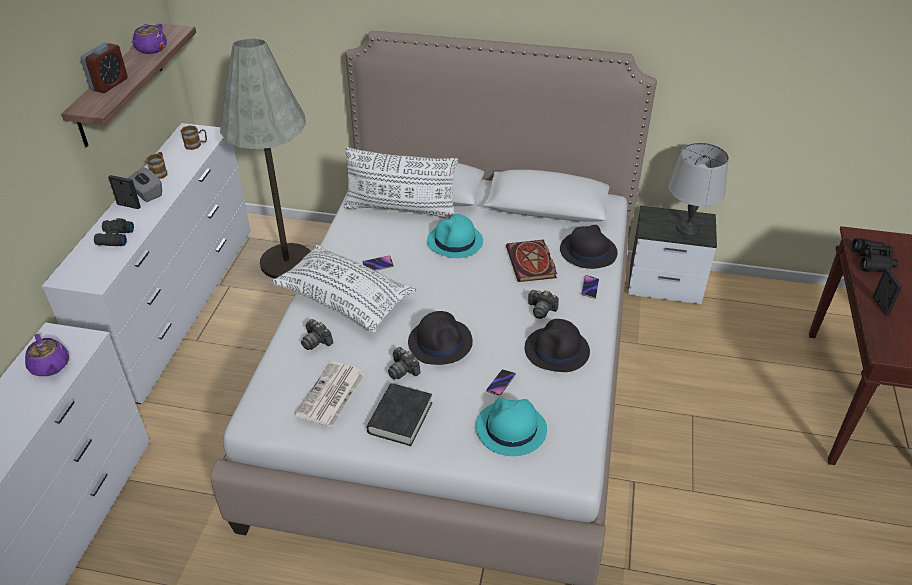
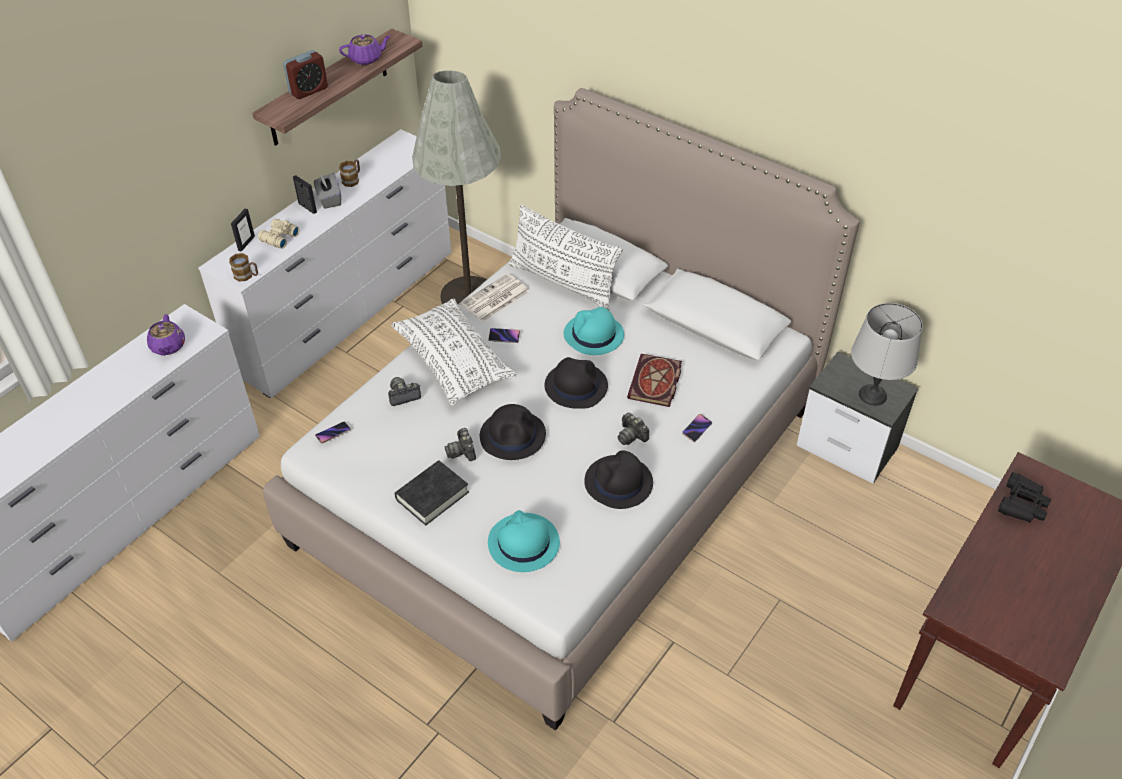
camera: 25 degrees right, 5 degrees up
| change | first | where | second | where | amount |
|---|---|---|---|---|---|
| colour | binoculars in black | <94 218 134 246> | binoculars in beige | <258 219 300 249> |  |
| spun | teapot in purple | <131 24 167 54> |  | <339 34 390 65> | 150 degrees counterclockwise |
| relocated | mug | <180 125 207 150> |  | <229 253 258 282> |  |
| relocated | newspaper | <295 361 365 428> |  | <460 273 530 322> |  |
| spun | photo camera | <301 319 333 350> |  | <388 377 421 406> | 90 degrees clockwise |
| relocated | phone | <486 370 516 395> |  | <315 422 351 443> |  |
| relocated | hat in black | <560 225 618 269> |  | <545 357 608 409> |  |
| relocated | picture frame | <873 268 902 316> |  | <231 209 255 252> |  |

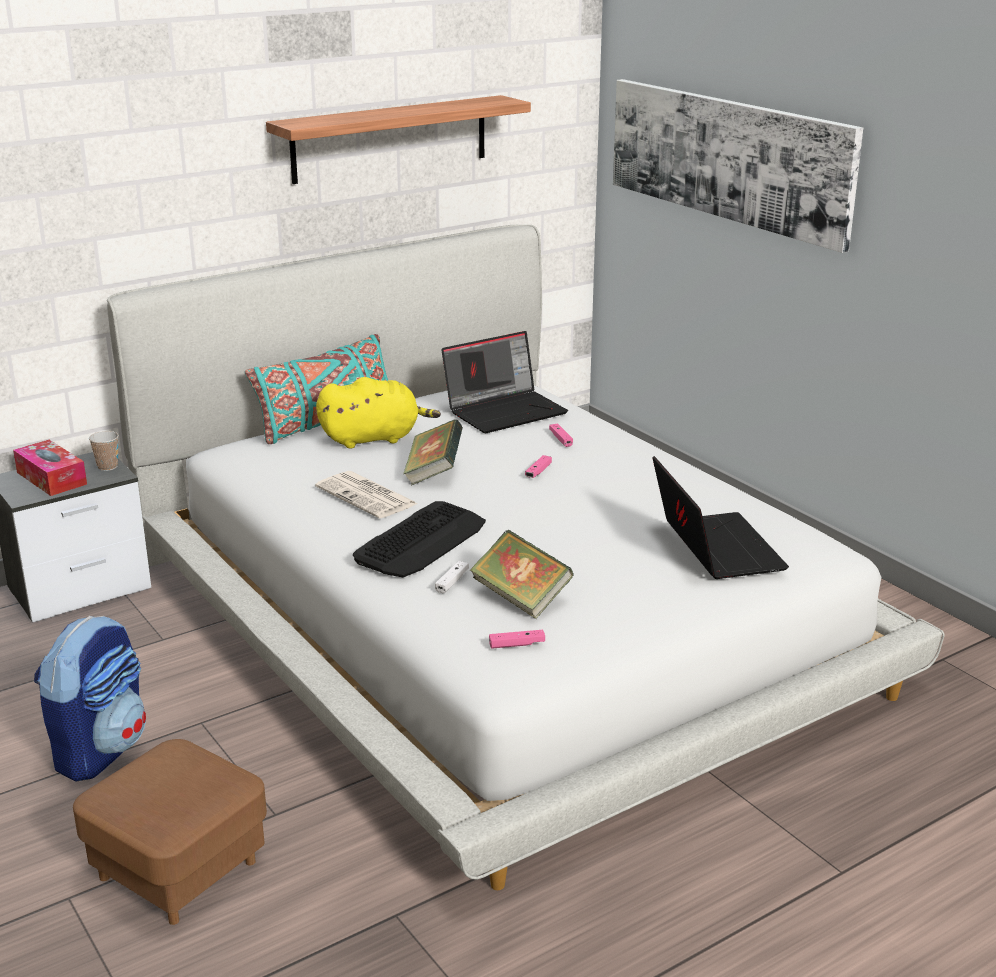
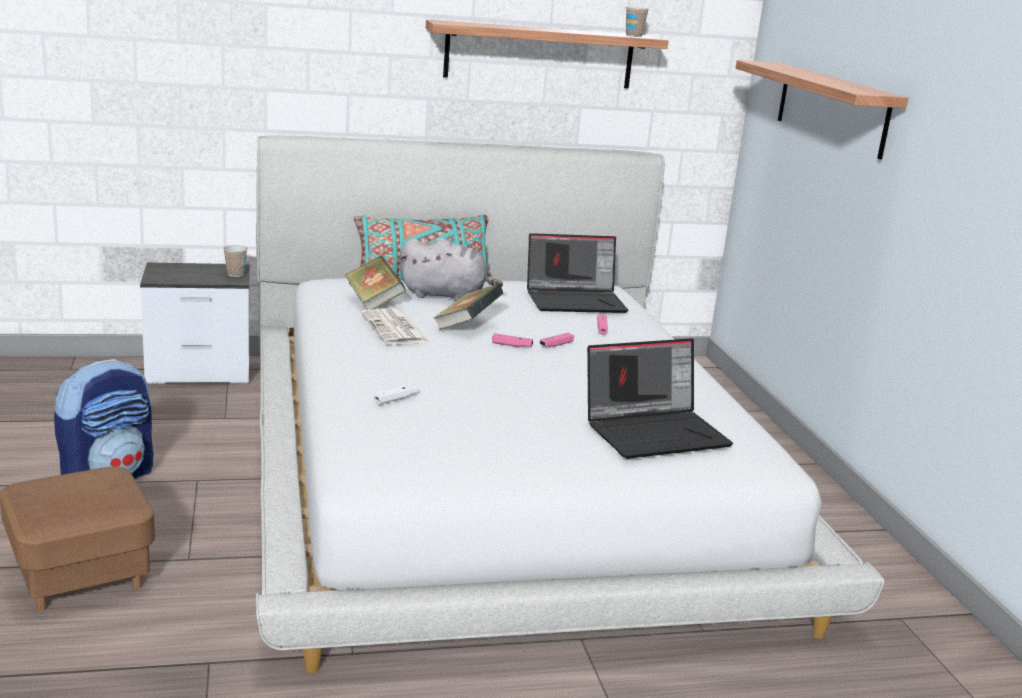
camera: 20 degrees right, 5 degrees down
| change | first | where | second | where | amount |
|---|---|---|---|---|---|
| missing | tissue box | <13 440 87 496> |  |  |  |
| colour | plush toy in yellow | <316 377 441 448> | plush toy in grey | <399 238 503 301> |  |
| missing | keyboard | <353 501 486 577> |  |  |  |
| relocated | book | <470 530 573 619> |  | <345 256 406 310> |  |
| relocated | game controller in pink | <489 630 545 649> |  | <492 333 533 347> |  |
| exchanged | picture | <613 79 863 253> | shelf | <736 60 909 160> |  |
| spun | laptop | <653 456 789 579> |  | <587 338 733 459> | 60 degrees clockwise |
| appeared |  |  | cup | <626 7 649 37> |  |

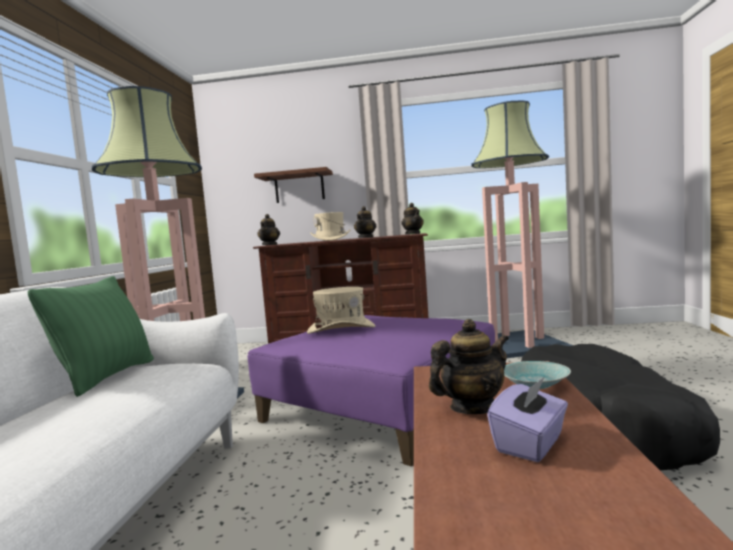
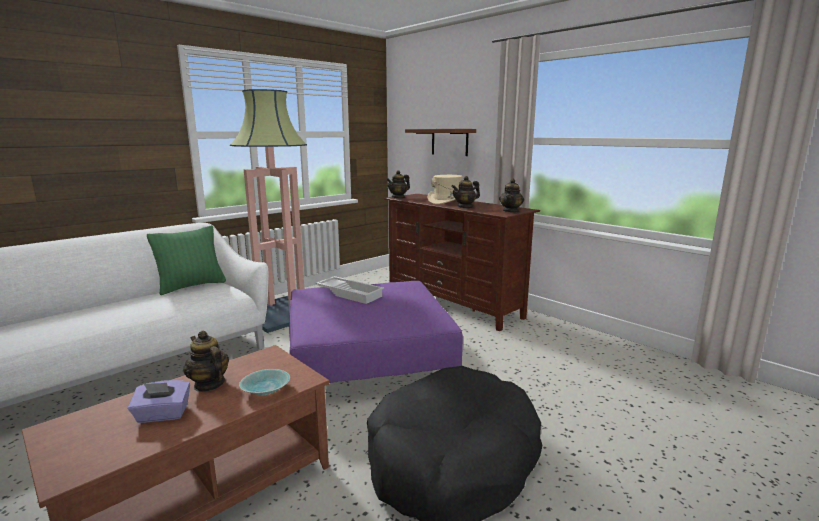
camera: 40 degrees right, 10 degrees up
| change | first | where | second | where | amount |
|---|---|---|---|---|---|
| exchanged | hat in beige | <307 287 375 334> | tray in white | <316 276 384 304> |  |
| spun | teapot | <429 319 509 414> |  | <183 331 229 392> | 150 degrees counterclockwise |
| missing | floor lamp | <471 100 573 358> |  |  |  |

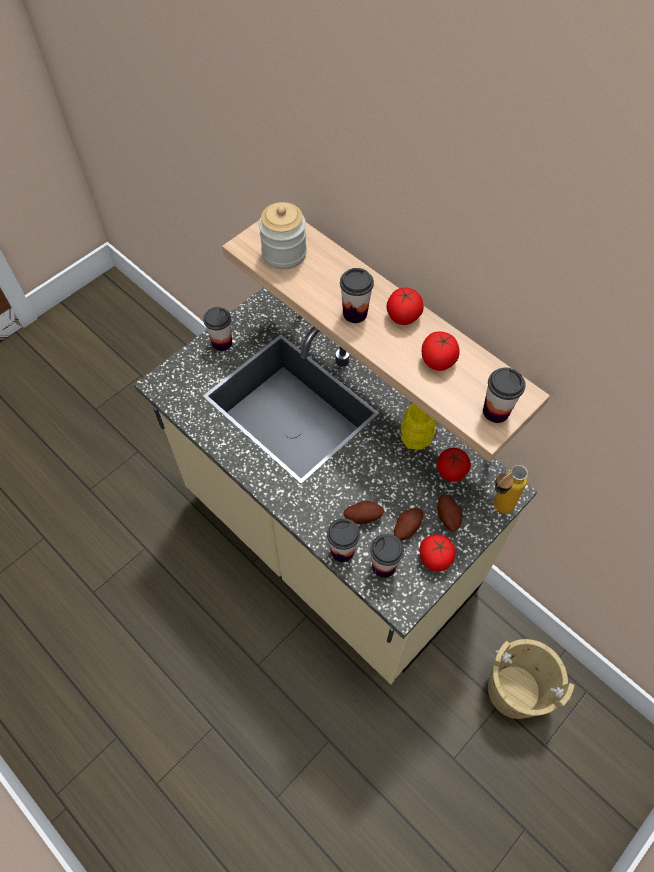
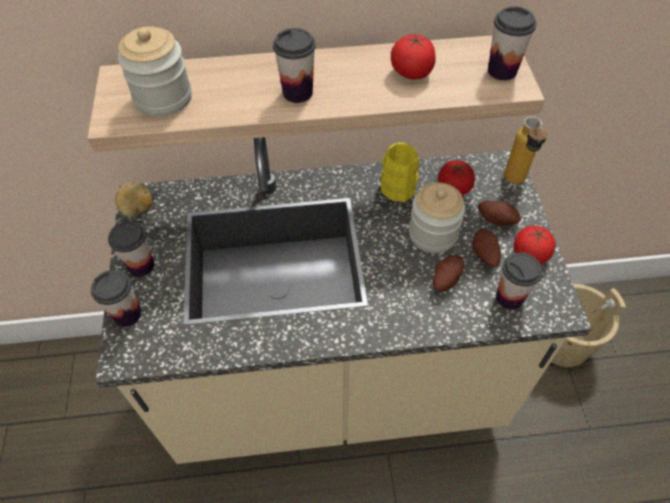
camera: 50 degrees left, 5 degrees down
| change | first | where | second | where | amount |
|---|---|---|---|---|---|
| relocated | cup | <327 518 360 562> |  | <91 270 141 327> |  |
| missing | tomato | <387 288 424 325> |  |  |  |
| appeared |  |  | potato | <115 182 153 217> |  |
| appeared |  |  | jar | <409 182 465 253> |  |

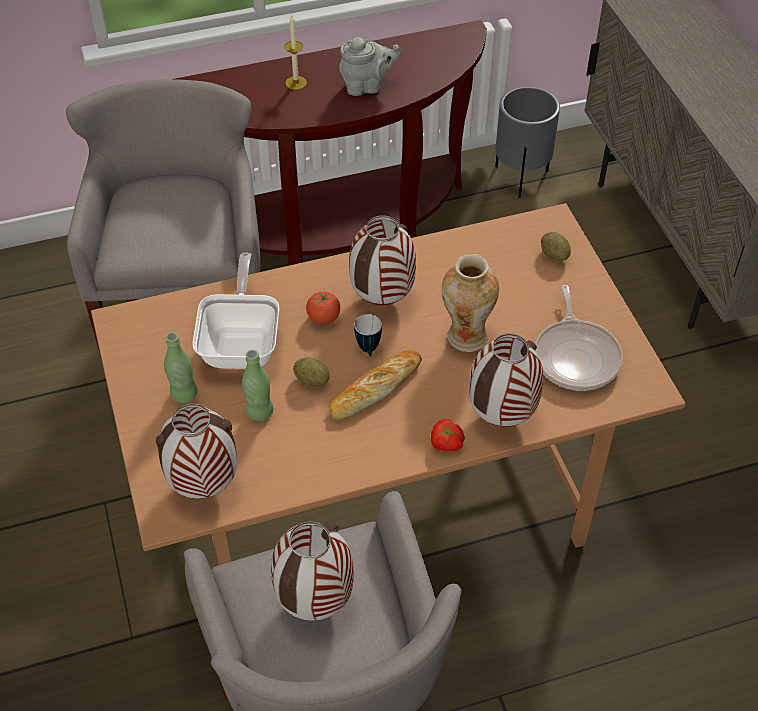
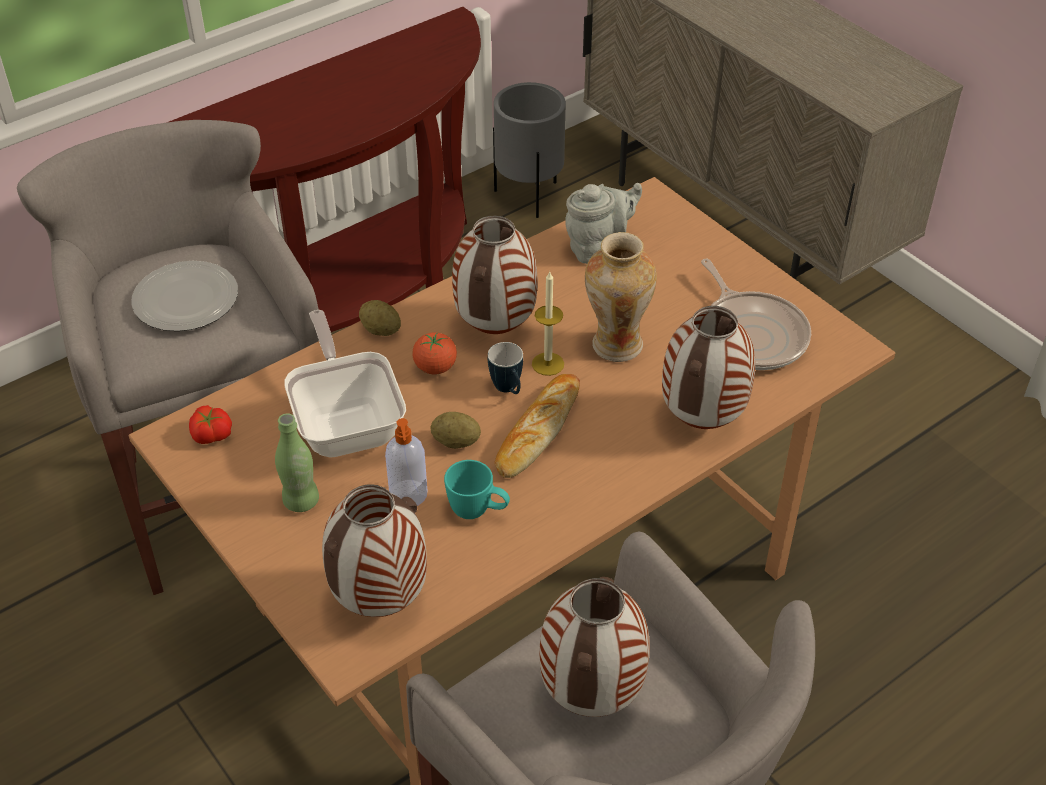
camera: 20 degrees left, 5 degrees down
| change | first | where | second | where | amount |
|---|---|---|---|---|---|
| exchanged | bottle in green | <242 350 273 421> | soap dispenser | <385 418 427 506> |  |
| relocated | candle | <284 15 307 90> |  | <532 272 564 376> |  |
| relocated | teapot in grey | <339 37 401 96> |  | <565 183 642 264> |  |
| relocated | tomato | <431 419 465 451> |  | <189 405 232 444> |  |
| relocated | potato | <541 232 571 261> |  | <359 300 401 336> |  |
| appeared |  |  | plate | <131 261 238 331> |  |
| appeared |  |  | mug in turquoise | <444 460 510 519> |  |

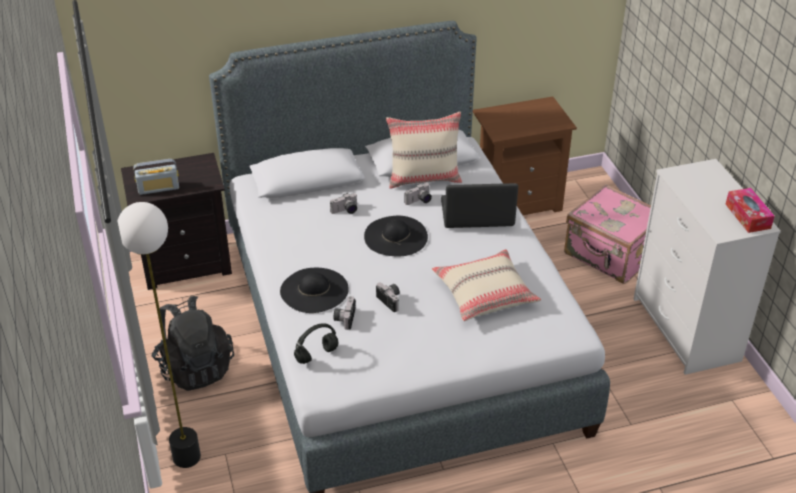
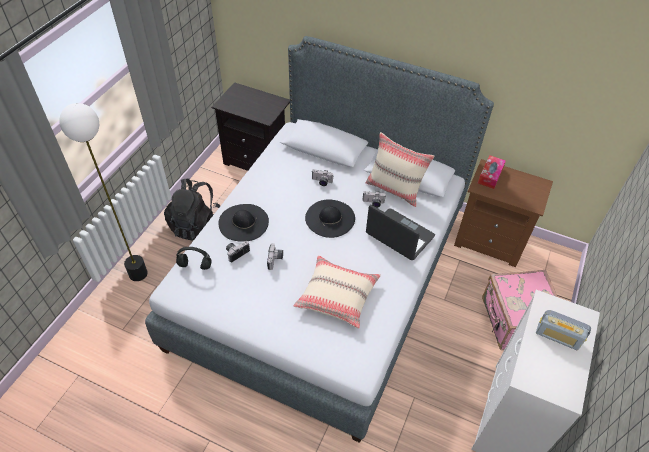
camera: 40 degrees right, 10 degrees up
| change | first | where | second | where | amount |
|---|---|---|---|---|---|
| relocated | radio | <133 159 179 195> |  | <536 310 591 350> |  |
| relocated | tissue box | <726 188 775 233> |  | <478 155 506 189> |  |

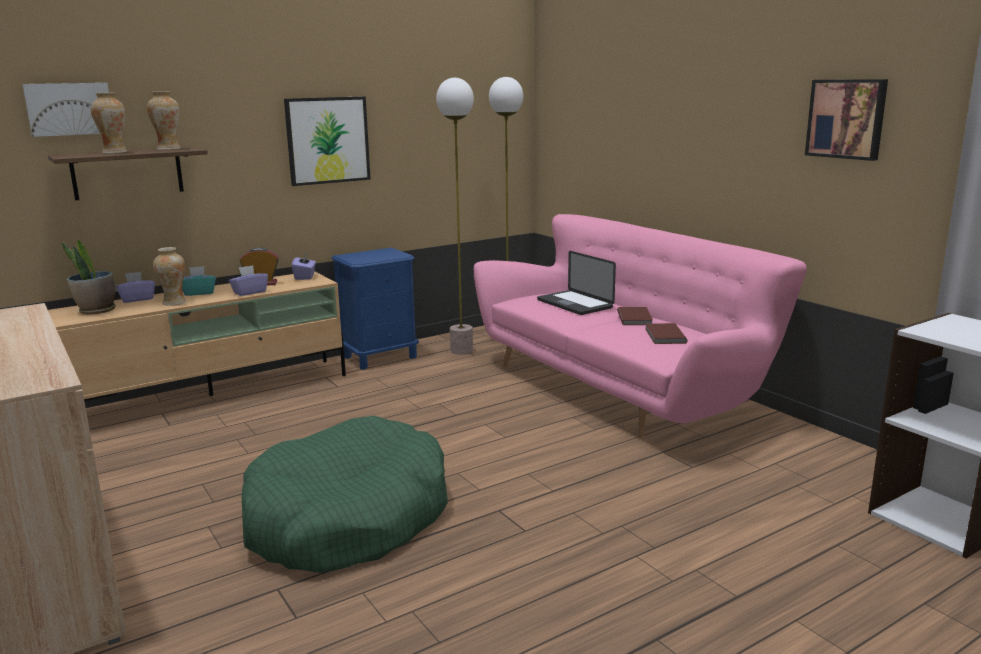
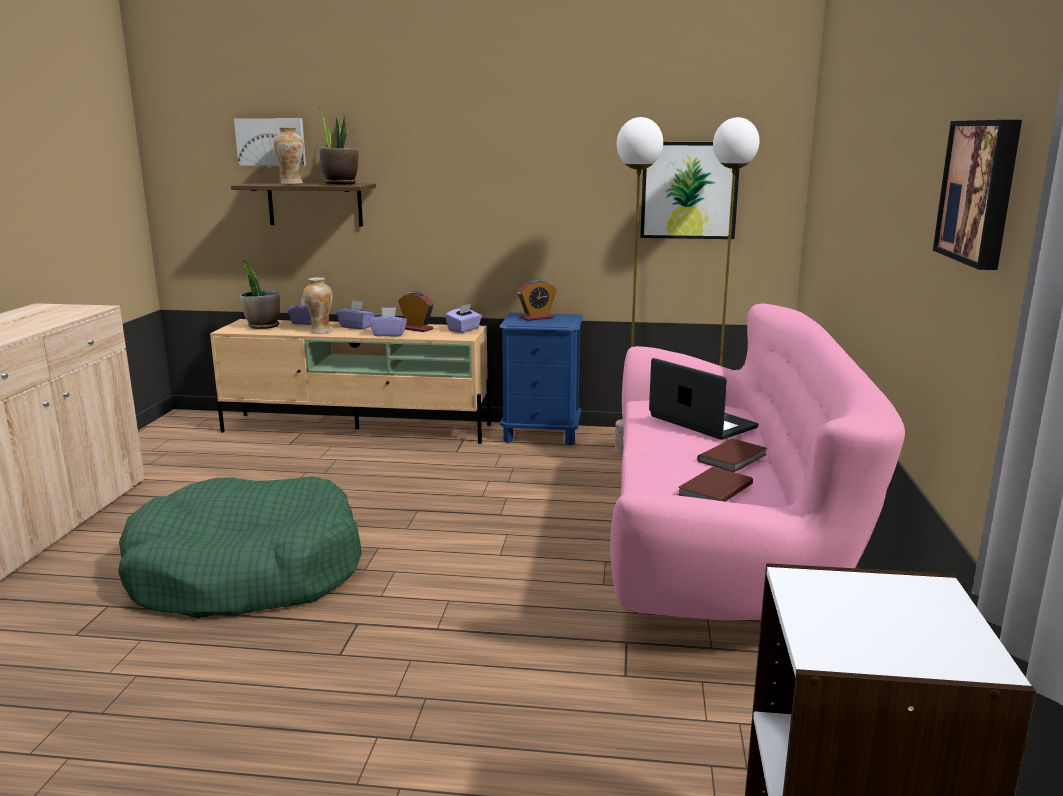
camera: 40 degrees right, 0 degrees up
| change | first | where | second | where | amount |
|---|---|---|---|---|---|
| exchanged | vase | <147 91 181 150> | potted plant | <319 108 359 184> |  |
| colour | tissue box in turquoise | <182 266 216 296> | tissue box in purple | <336 301 375 330> |  |
| relocated | picture | <284 96 371 186> |  | <640 142 740 239> |  |
| spun | laptop | <537 251 616 315> |  | <649 358 758 440> | 135 degrees clockwise |
| appeared |  |  | alarm clock | <518 279 556 321> |  |

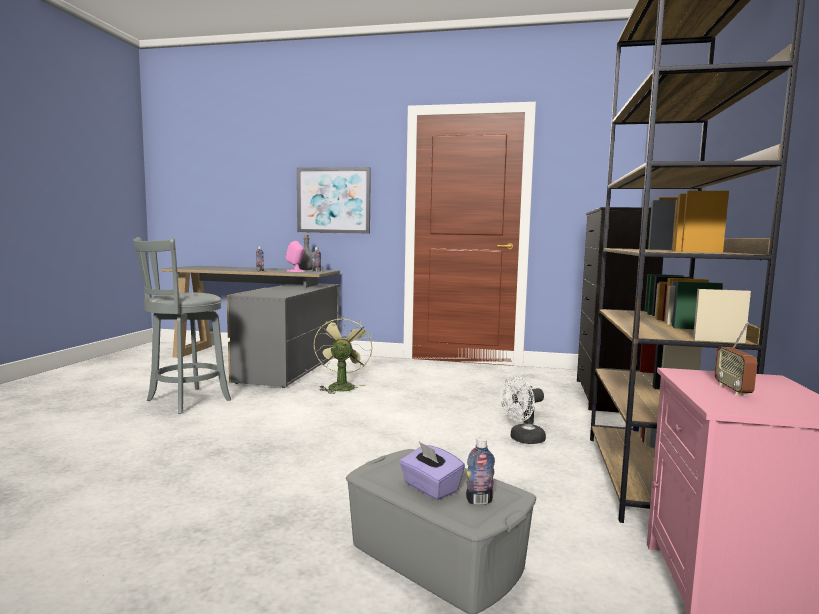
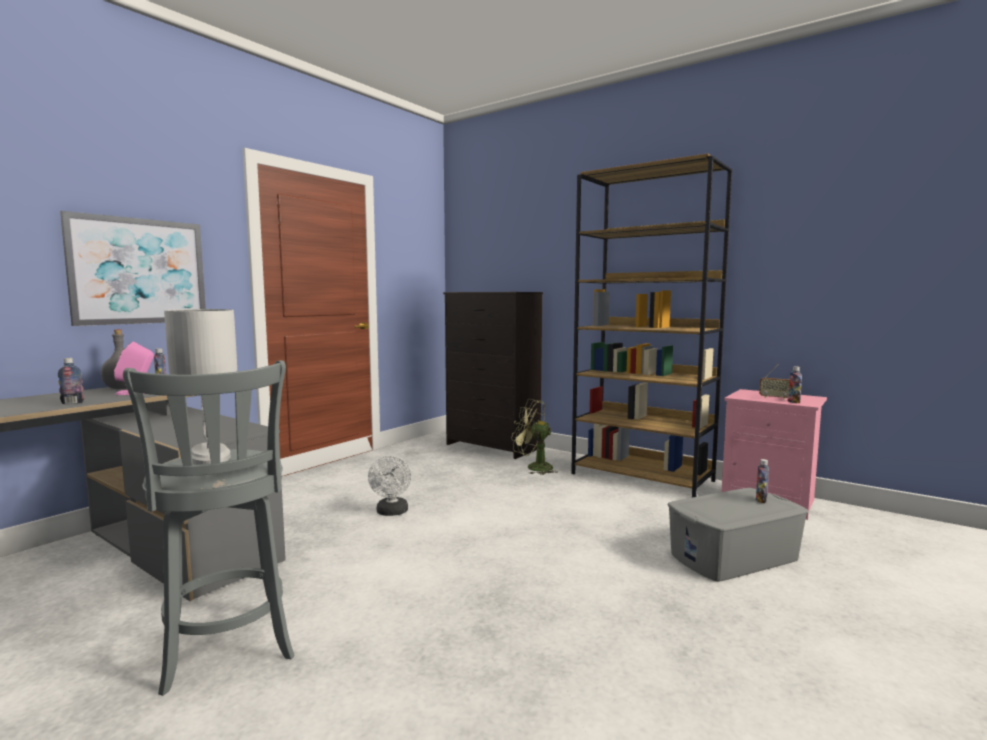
camera: 65 degrees left, 0 degrees up
| change | first | where | second | where | amount |
|---|---|---|---|---|---|
| relocated | fan in green | <314 316 372 394> |  | <512 399 558 475> |  |
| missing | tissue box in purple | <399 441 465 500> |  |  |  |
| relocated | fan in white | <500 376 546 444> |  | <368 456 411 516> |  |
| appeared |  |  | table lamp in white | <164 309 237 465> |  |
| appeared |  |  | bottle | <788 366 802 403> |  |

